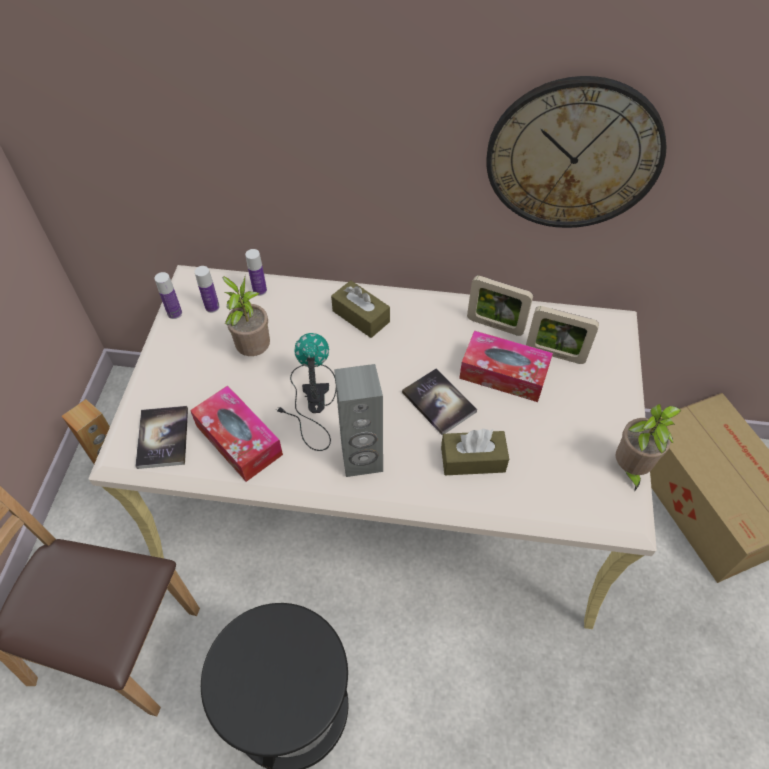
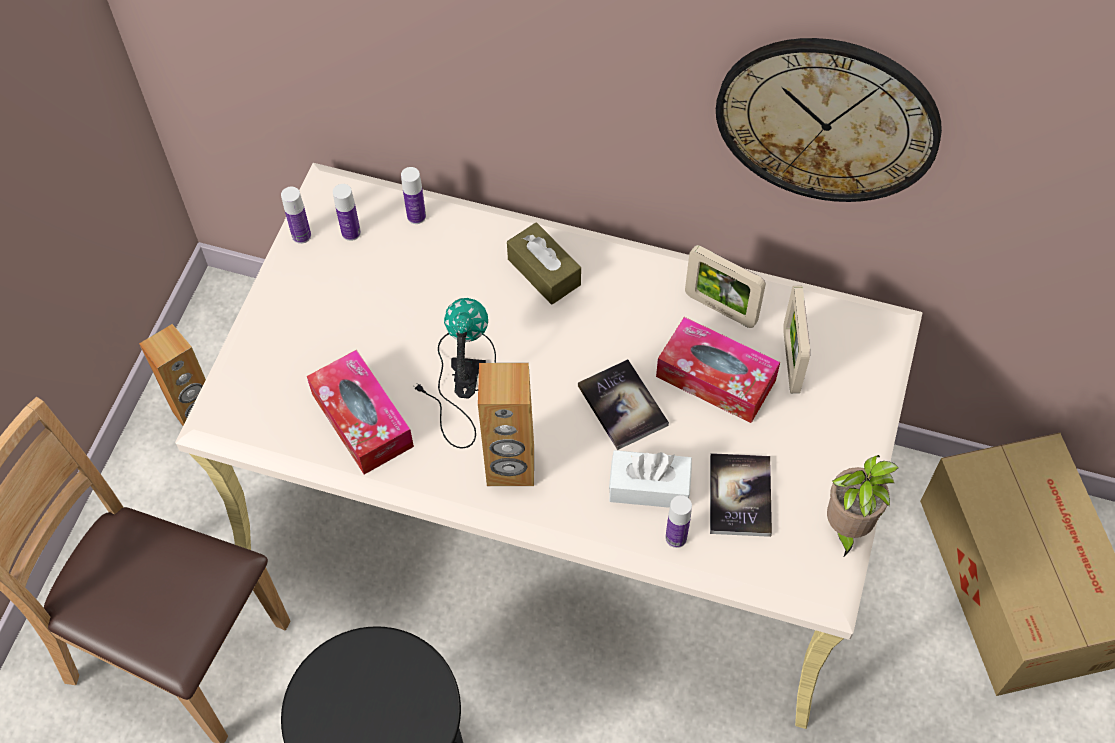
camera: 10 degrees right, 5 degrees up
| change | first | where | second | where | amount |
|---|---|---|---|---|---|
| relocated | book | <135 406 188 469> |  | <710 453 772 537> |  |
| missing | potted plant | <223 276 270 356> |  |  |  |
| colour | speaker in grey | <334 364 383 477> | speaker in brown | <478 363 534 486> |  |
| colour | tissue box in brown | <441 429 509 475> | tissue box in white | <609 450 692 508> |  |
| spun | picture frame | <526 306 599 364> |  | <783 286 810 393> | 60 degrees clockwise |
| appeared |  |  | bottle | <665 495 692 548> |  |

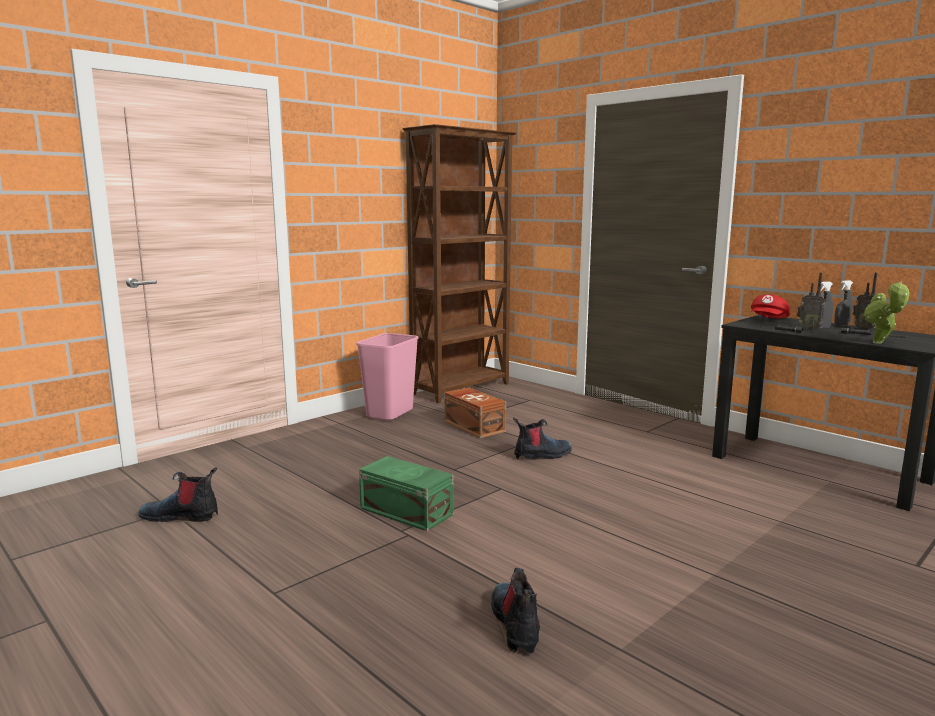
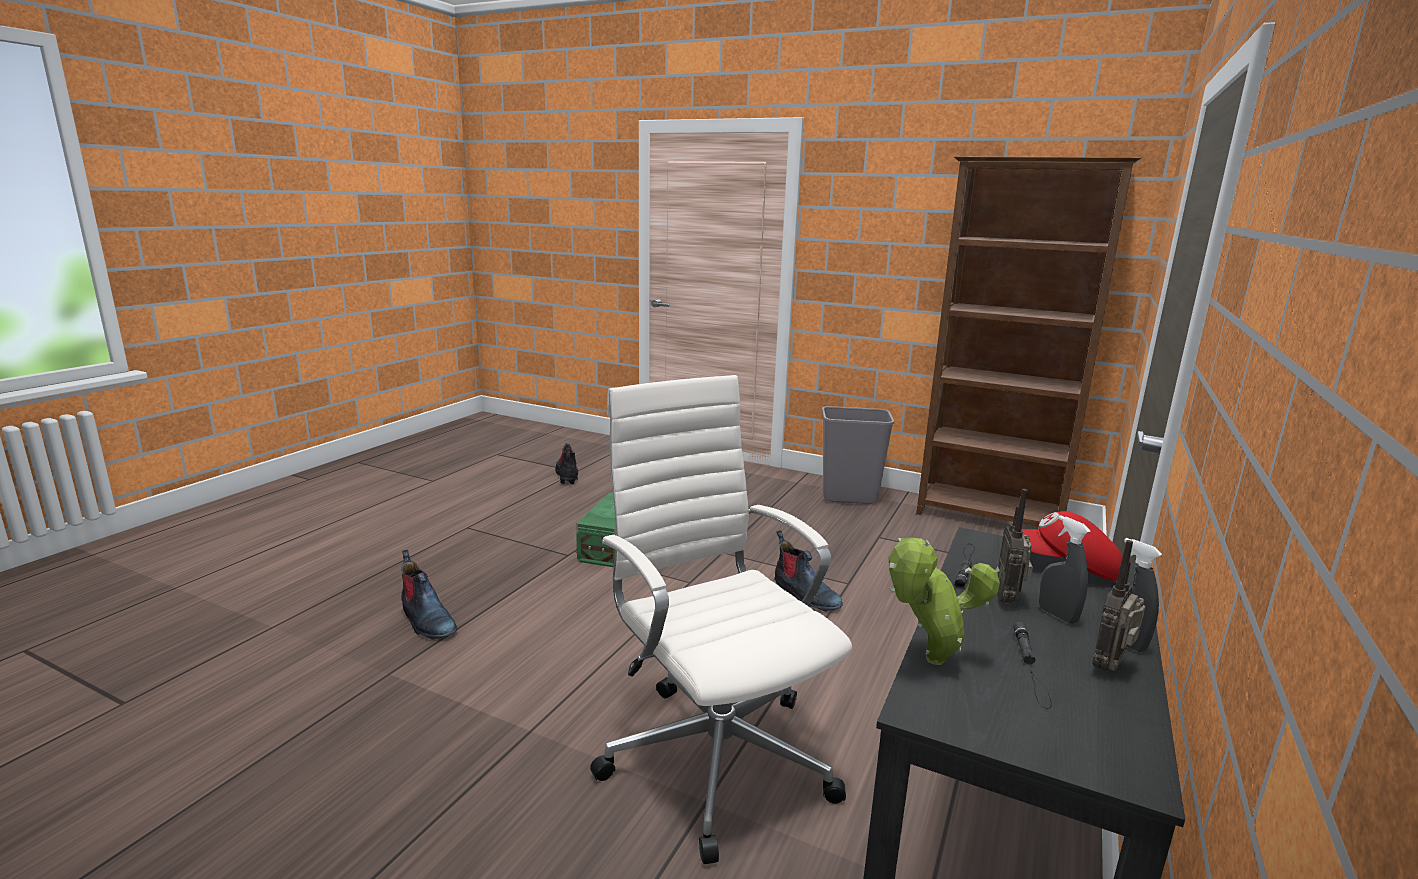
camera: 70 degrees right, 5 degrees up
| change | first | where | second | where | amount |
|---|---|---|---|---|---|
| colour | trash can in pink | <356 333 419 421> | trash can in grey | <822 406 894 504> |  |
| missing | storage box in brown | <444 388 506 438> |  |  |  |
| spun | boot | <491 568 540 654> |  | <401 550 457 640> | 75 degrees clockwise |
| appeared |  |  | office chair in white | <590 375 852 864> |  |

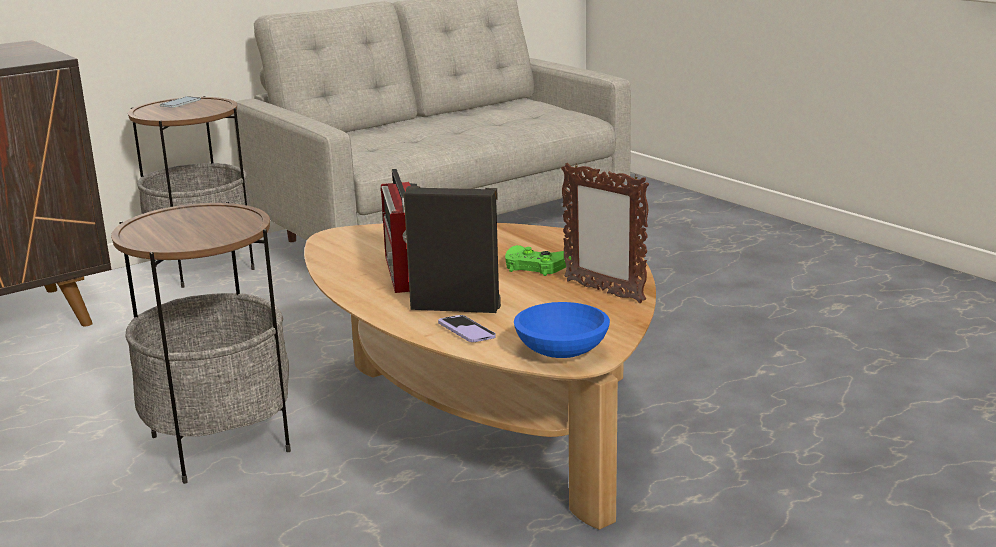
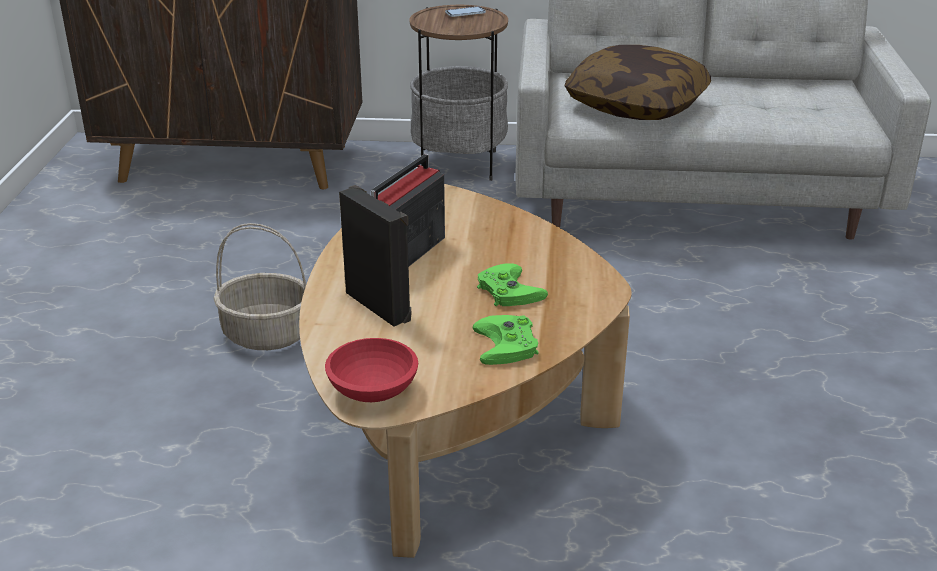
camera: 40 degrees right, 10 degrees up
| change | first | where | second | where | amount |
|---|---|---|---|---|---|
| exchanged | side table | <111 202 291 484> | basket | <213 223 306 350> |  |
| missing | phone | <438 315 496 342> |  |  |  |
| colour | bowl in blue | <514 302 610 358> | bowl in red | <325 338 418 402> |  |
| exchanged | picture frame | <561 163 649 303> | game controller in green | <472 315 539 365> |  |
| appeared |  |  | pillow | <565 45 711 120> |  |

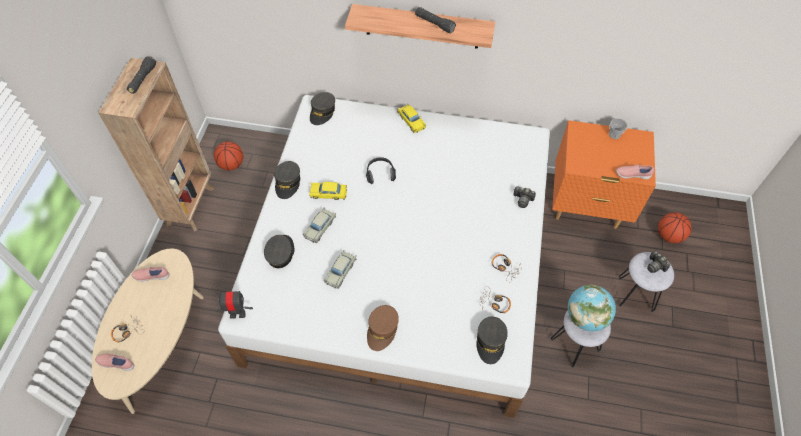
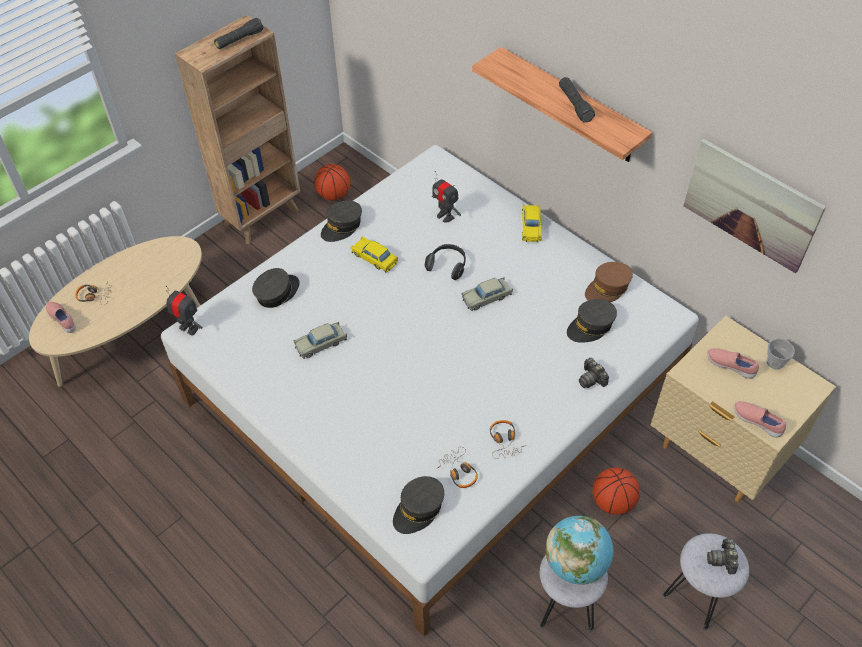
camera: 35 degrees right, 5 degrees down
| change | first | where | second | where | amount |
|---|---|---|---|---|---|
| relocated | shoe in pink | <131 267 170 282> |  | <707 348 759 379> |  |
| relocated | toy car in beige | <303 207 336 243> |  | <462 277 513 311> |  |
| relocated | cap in grey | <310 92 335 125> |  | <567 299 617 343> |  |
| relocated | cap in brown | <367 305 399 351> |  | <585 262 633 302> |  |
| colour | nightstand in orange | <552 120 656 229> | nightstand in beige | <651 316 836 502> |  |
| relocated | basketball | <658 212 691 243> |  | <593 468 640 515> |  |
| appeared |  |  | toy robot | <432 171 461 223> |  |
| appeared |  |  | picture | <683 139 826 273> |  |

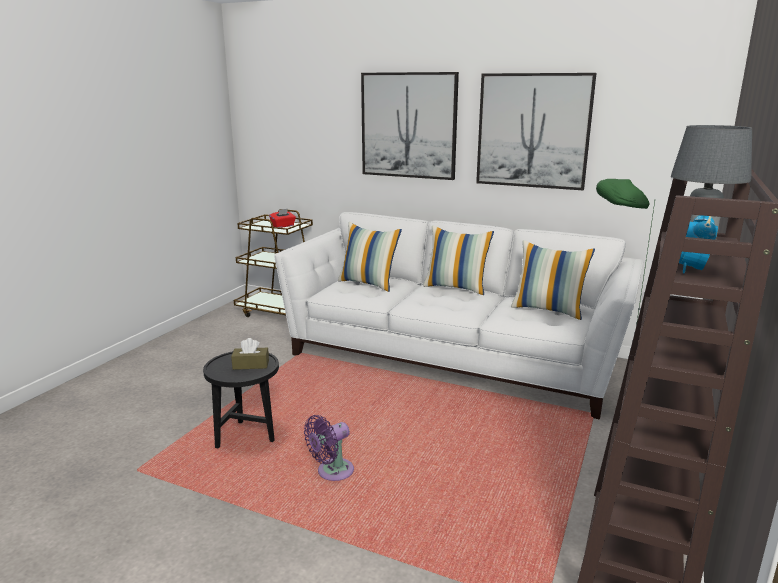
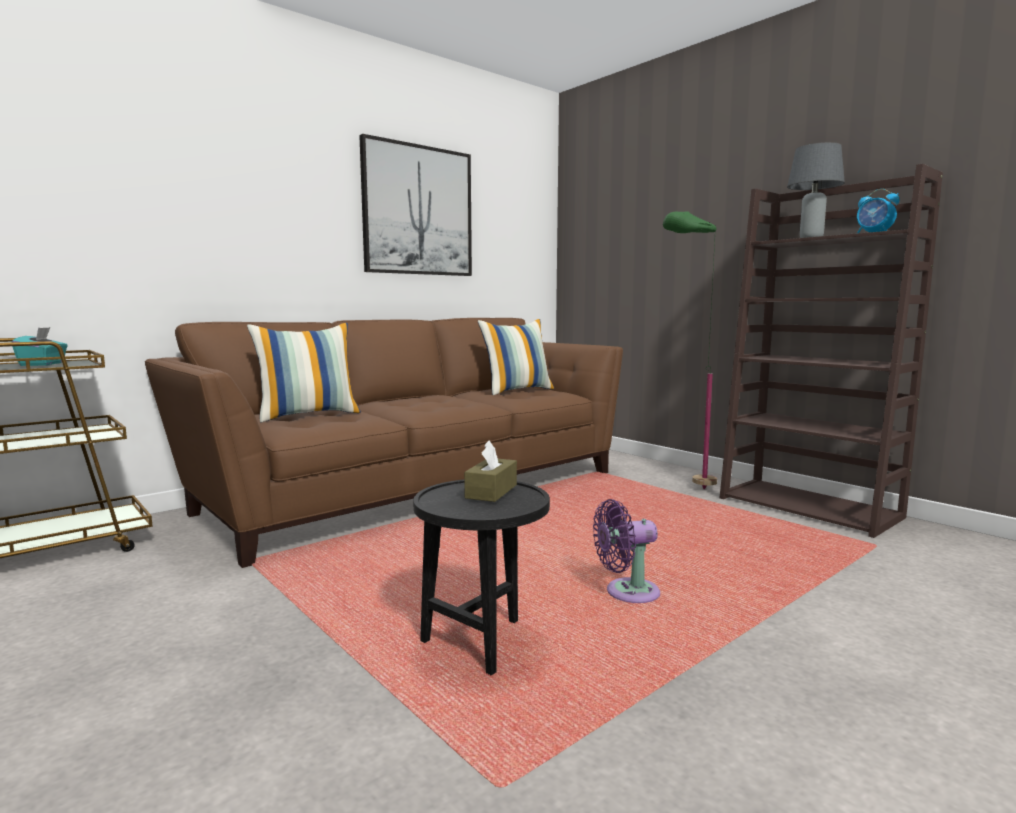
camera: 65 degrees left, 10 degrees down
| change | first | where | second | where | amount |
|---|---|---|---|---|---|
| colour | tissue box in red | <269 209 296 228> | tissue box in turquoise | <12 327 68 366> |  |
| colour | sofa in white | <274 212 643 420> | sofa in brown | <145 318 623 568> |  |
| spun | fan in purple | <304 415 354 481> |  | <593 499 660 603> | 90 degrees clockwise |
| missing | picture | <361 72 459 180> |  |  |  |
| missing | pillow | <423 225 494 295> |  |  |  |

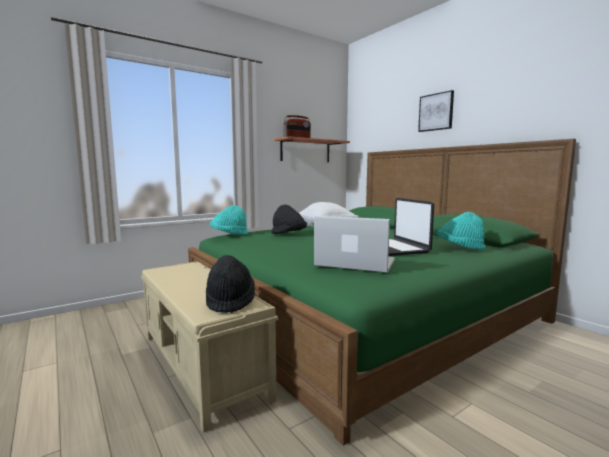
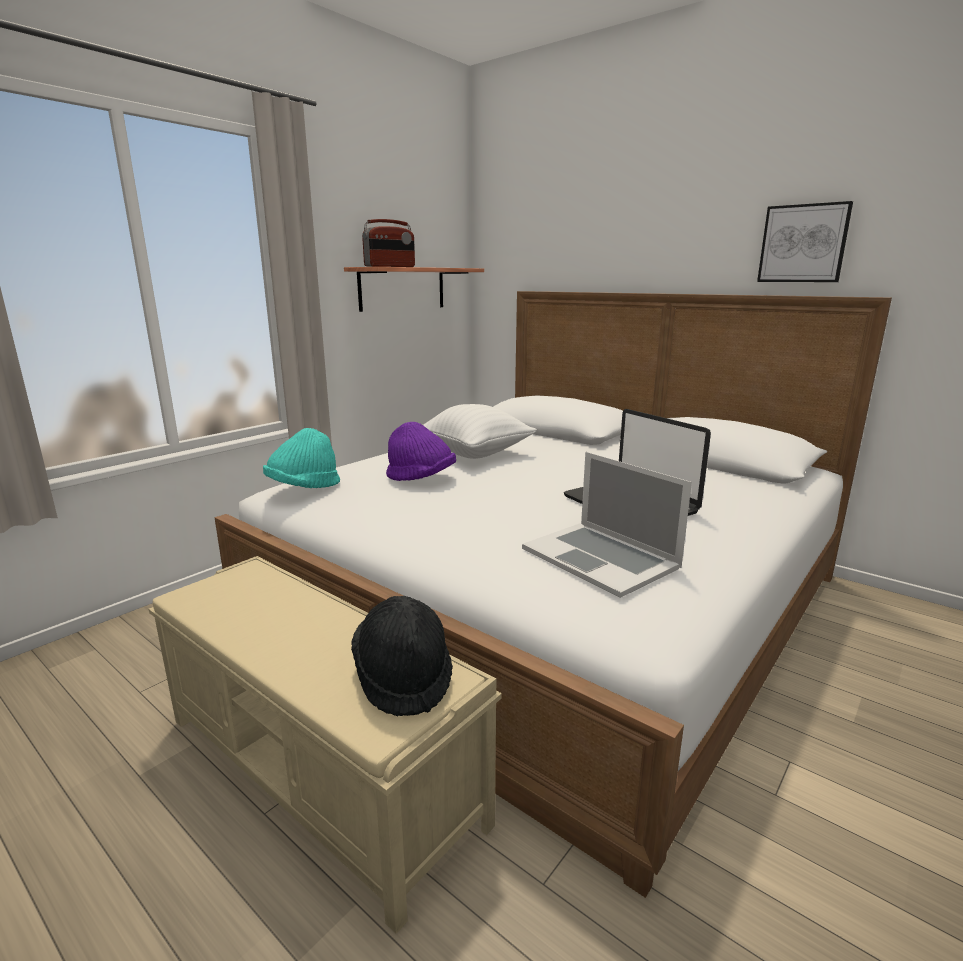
camera: 15 degrees left, 10 degrees up
| change | first | where | second | where | amount |
|---|---|---|---|---|---|
| colour | bed in green | <188 139 576 446> | bed in white | <214 291 892 898> |  |
| colour | hat in black | <271 205 307 234> | hat in purple | <386 422 456 481> |  |
| spun | laptop | <314 216 395 273> |  | <522 452 692 598> | 135 degrees counterclockwise |
| relocated | picture | <418 90 454 132> |  | <757 201 853 282> |  |
| missing | hat in turquoise | <437 212 486 250> |  |  |  |

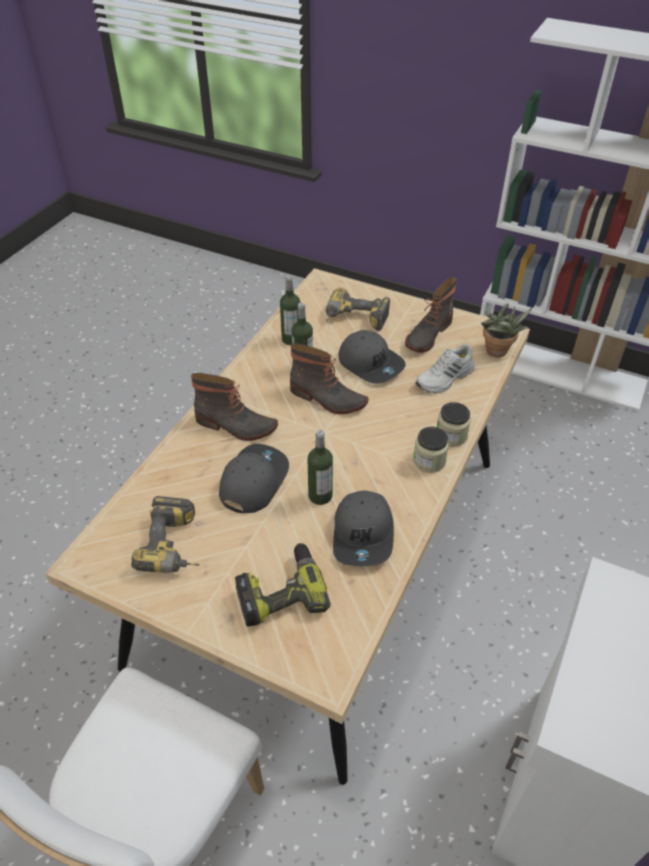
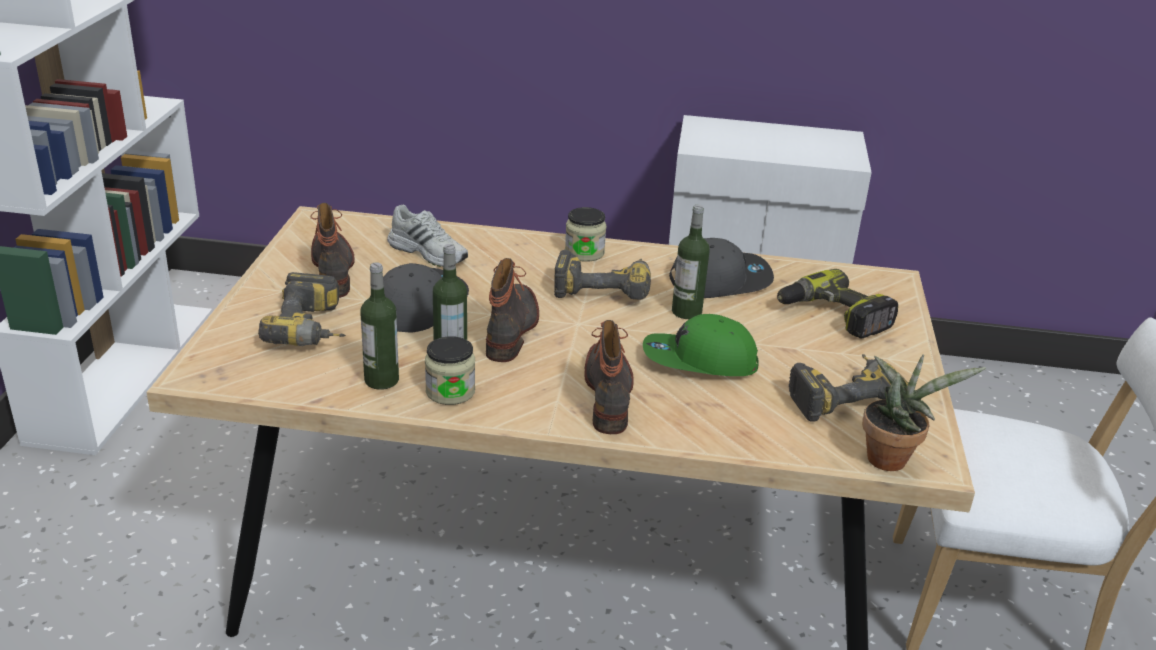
camera: 110 degrees left, 15 degrees down
| change | first | where | second | where | amount |
|---|---|---|---|---|---|
| colour | cap in grey | <219 444 289 513> | cap in green | <643 314 759 376> |  |
| spun | boot | <405 277 456 353> |  | <311 203 355 298> | 120 degrees counterclockwise |
| relocated | jar | <437 402 471 447> |  | <425 336 475 405> |  |
| relocated | potted plant | <481 303 532 357> |  | <862 354 986 471> |  |
| appeared |  |  | power drill | <554 250 651 300> |  |

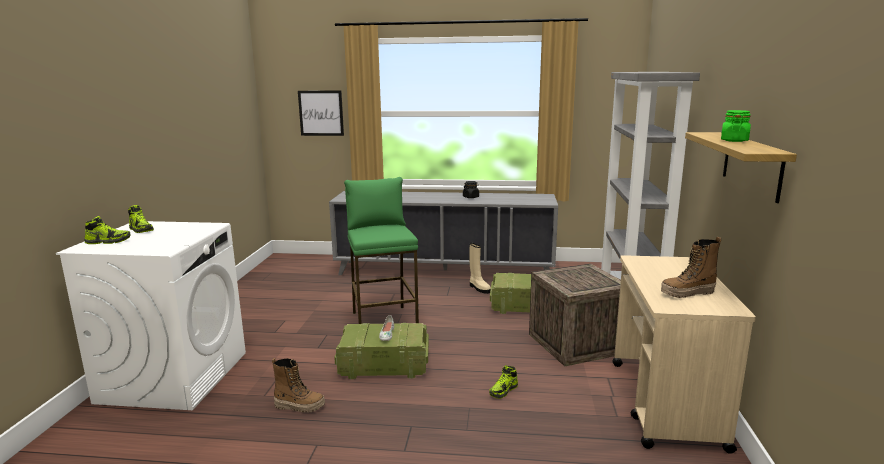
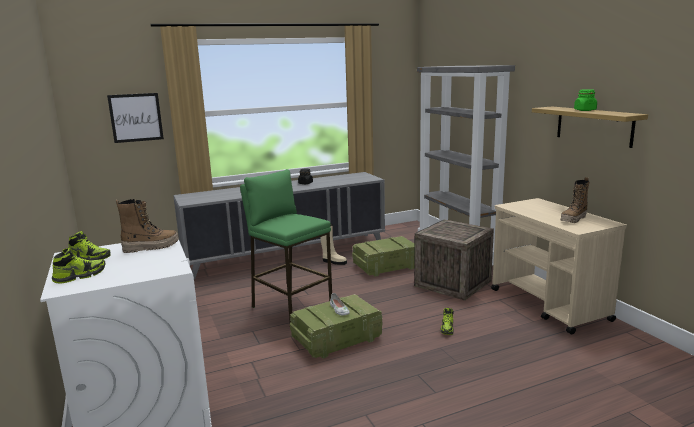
camera: 30 degrees left, 0 degrees up
| change | first | where | second | where | amount |
|---|---|---|---|---|---|
| relocated | boot | <272 358 325 413> |  | <116 199 179 253> |  |

